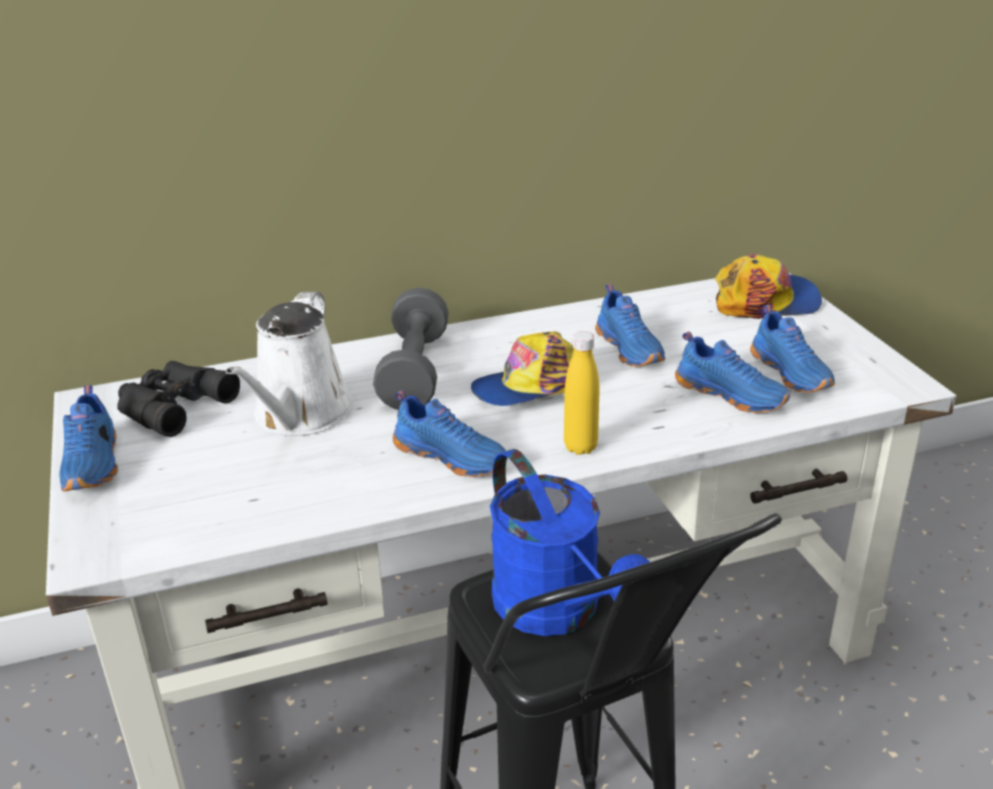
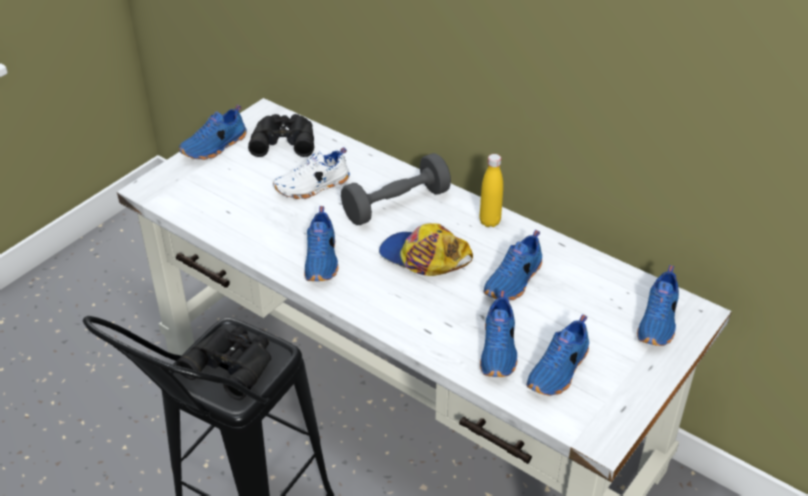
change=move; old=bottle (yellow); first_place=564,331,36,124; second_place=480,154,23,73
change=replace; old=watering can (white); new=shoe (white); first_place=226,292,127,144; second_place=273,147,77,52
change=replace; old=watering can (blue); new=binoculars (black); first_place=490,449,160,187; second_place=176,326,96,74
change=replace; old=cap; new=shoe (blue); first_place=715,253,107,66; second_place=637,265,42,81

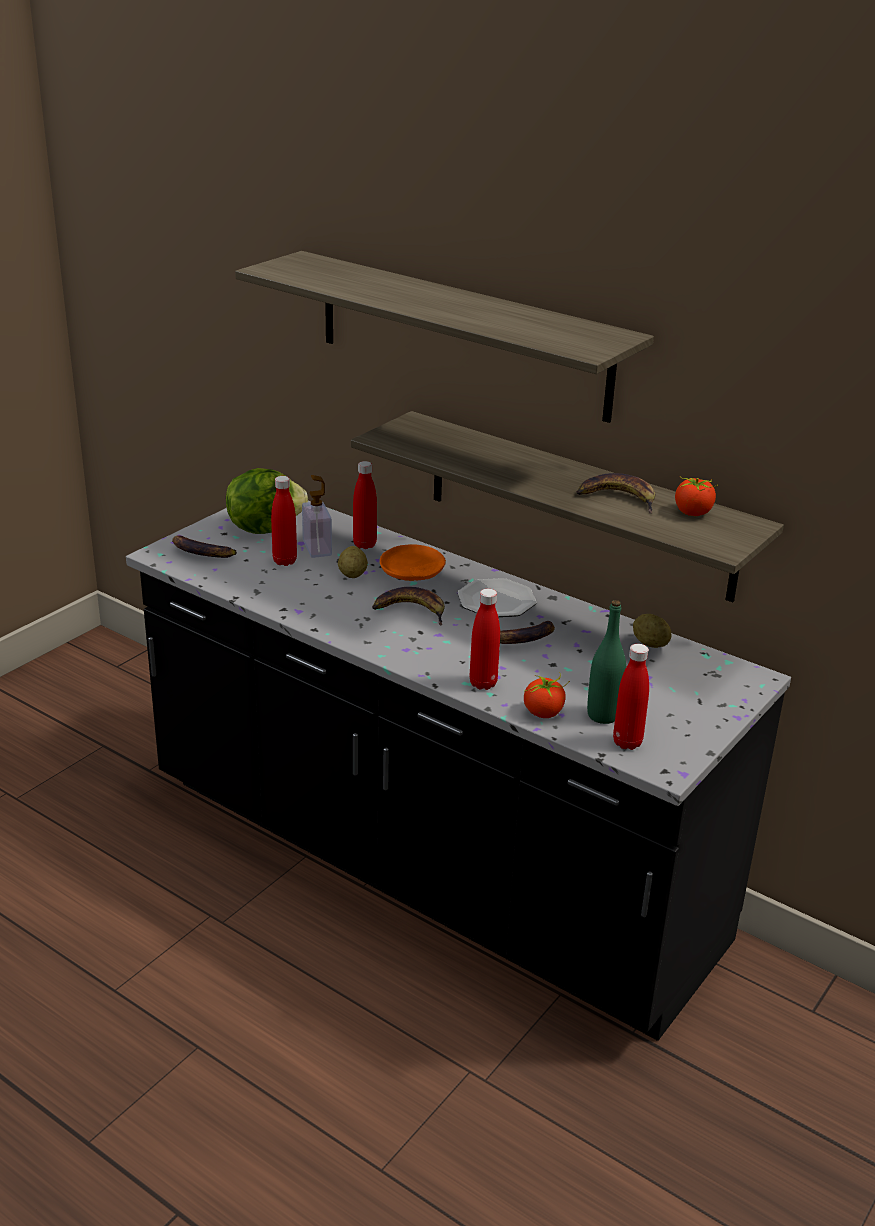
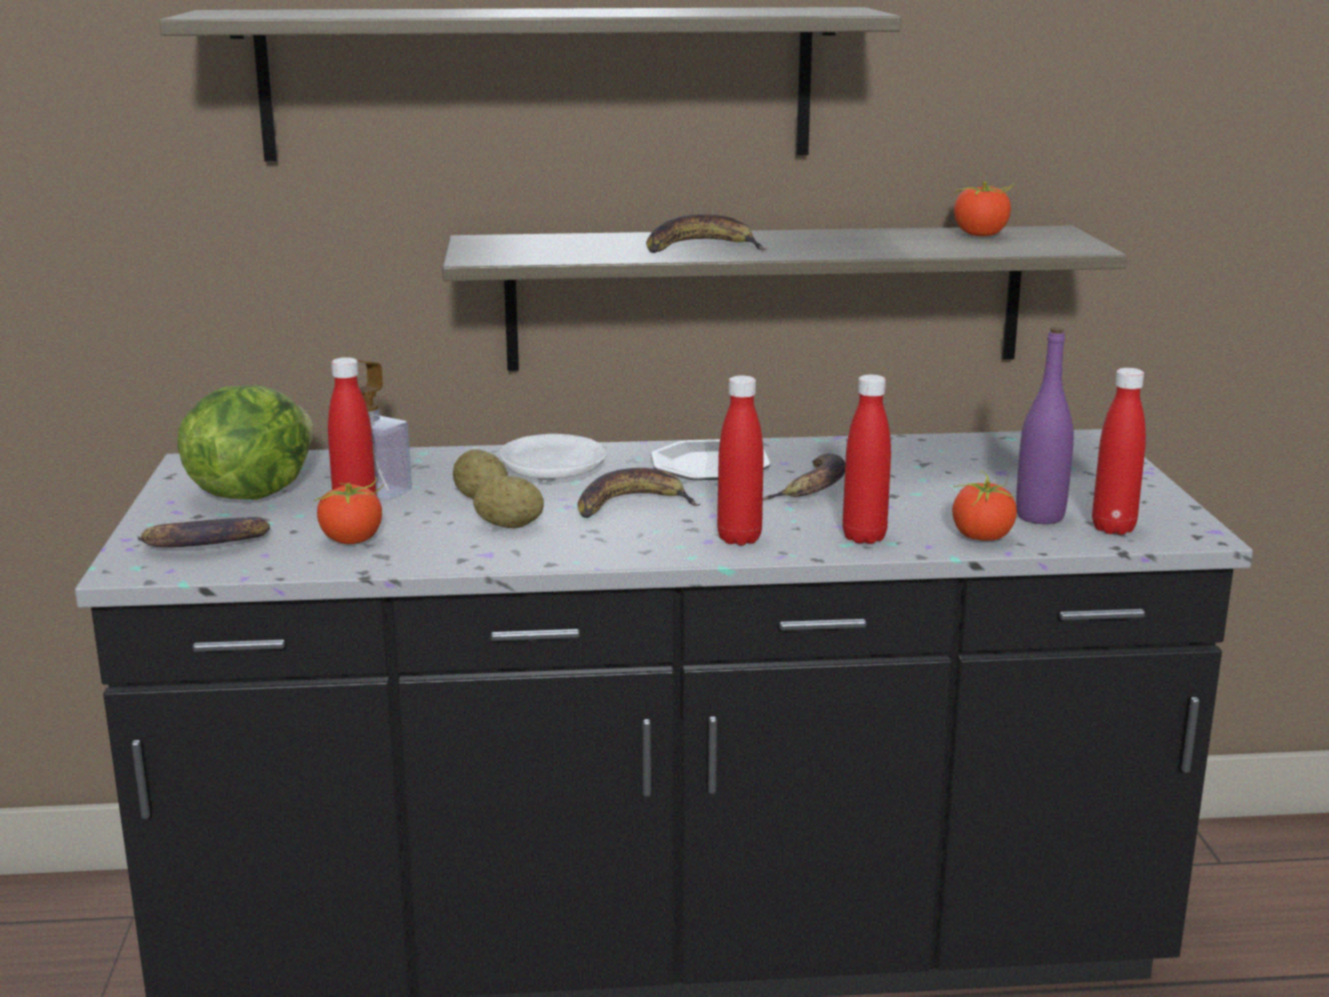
change=insert; new=tomato; second_place=313,477,71,67
change=move; old=bottle (red); first_place=353,461,24,88; second_place=717,376,46,170
change=move; old=banana; first_place=577,473,78,41; second_place=646,214,122,39
change=move; old=potato; first_place=633,614,38,34; second_place=473,476,71,52
change=recolor; old=plate (orange); new=plate (white); first_place=380,544,66,37; second_place=499,434,108,48
change=recolor; old=bottle (green); new=bottle (purple); first_place=587,600,39,124; second_place=1016,327,58,197

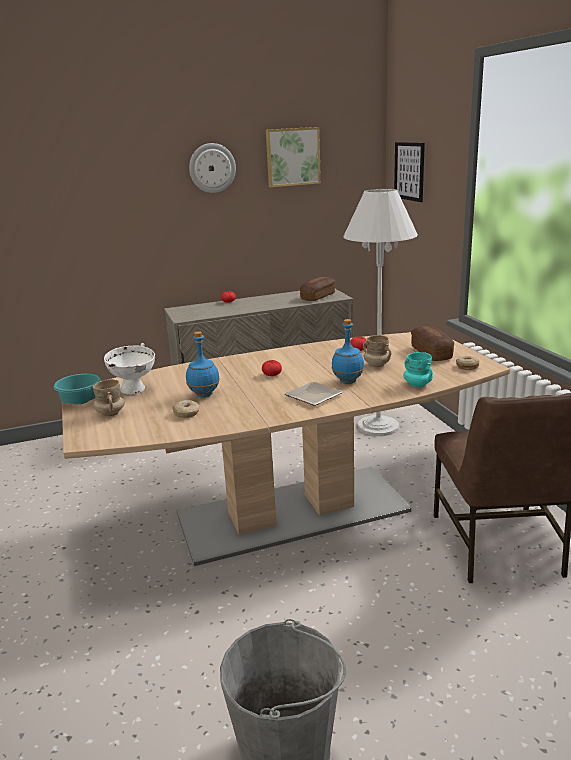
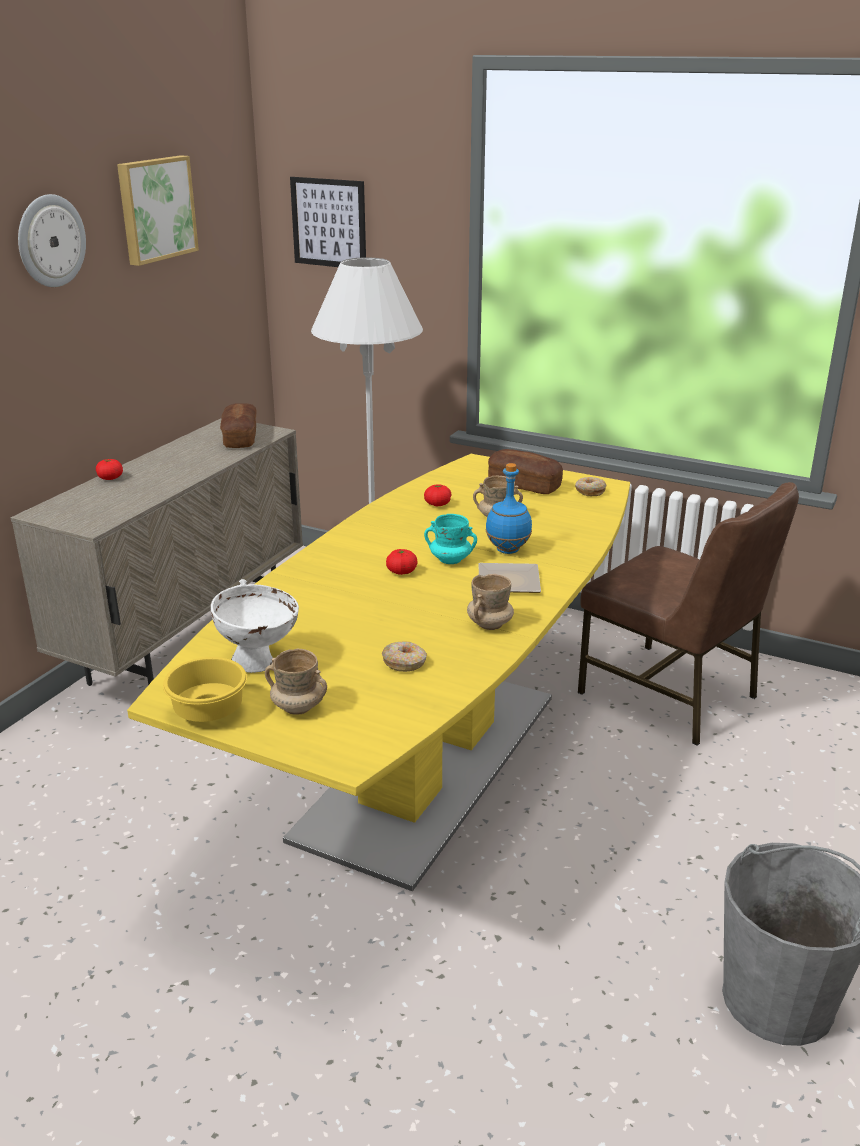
change=delete; old=bottle (blue); first_place=186,331,34,67
change=insert; new=mug (beige); second_place=467,574,47,56
change=move; old=mug (turquoise); first_place=403,352,30,35; second_place=424,514,53,50
change=recolor; old=bowl (turquoise); new=bowl (yellow); first_place=54,374,47,31; second_place=163,657,84,65
change=recolor; old=dining table (brown); new=dining table (yellow); first_place=62,332,448,234; second_place=127,454,503,438

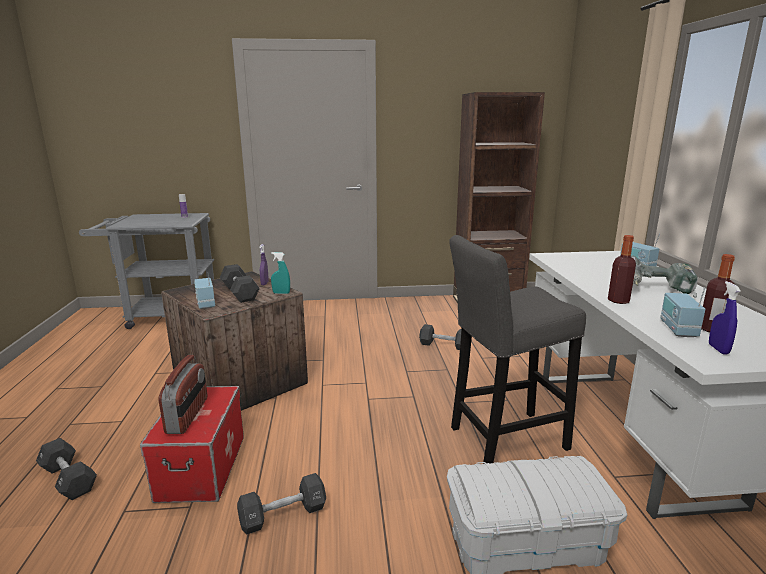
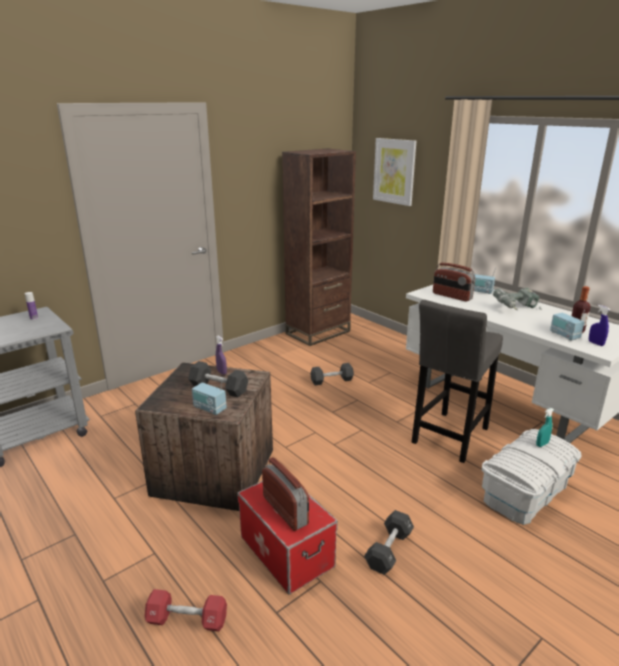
change=delete; old=bottle; first_place=608,235,28,69
change=insert; new=picture; second_place=373,138,43,68
change=insert; new=radio; second_place=433,263,43,39
change=move; old=spray bottle (turquoise); first_place=271,252,19,42; second_place=536,408,18,39
change=recolor; old=dumbbell (black); new=dumbbell (red); first_place=36,438,61,62; second_place=145,589,82,42

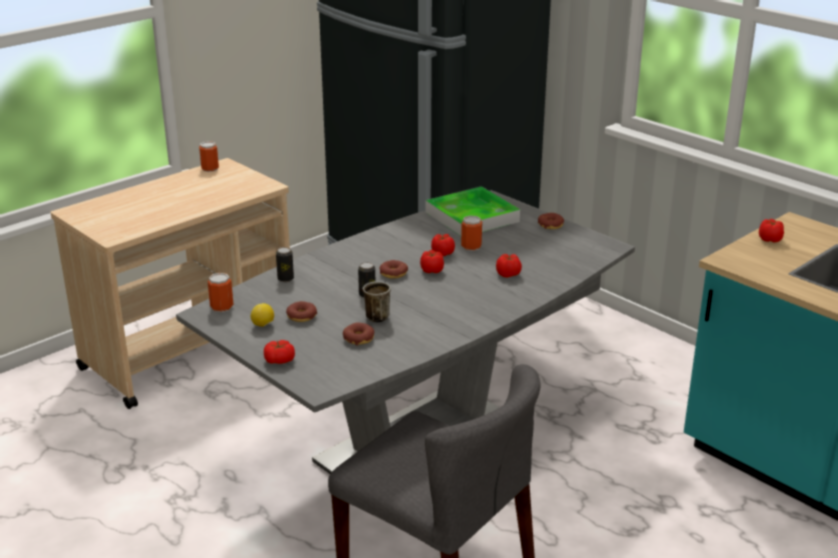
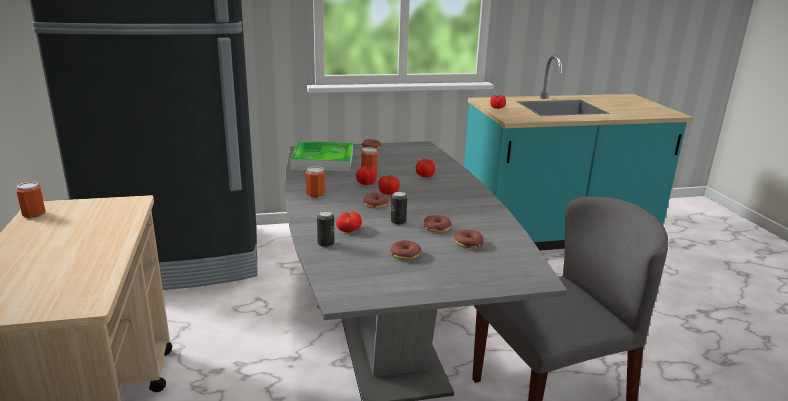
change=delete; old=lemon; first_place=251,303,23,24
change=move; old=can; first_place=208,273,26,39; second_place=306,166,19,32
change=move; old=tomato; first_place=264,340,31,24; second_place=336,212,26,21
change=replace; old=mug; new=donut; first_place=363,281,28,42; second_place=424,215,28,18

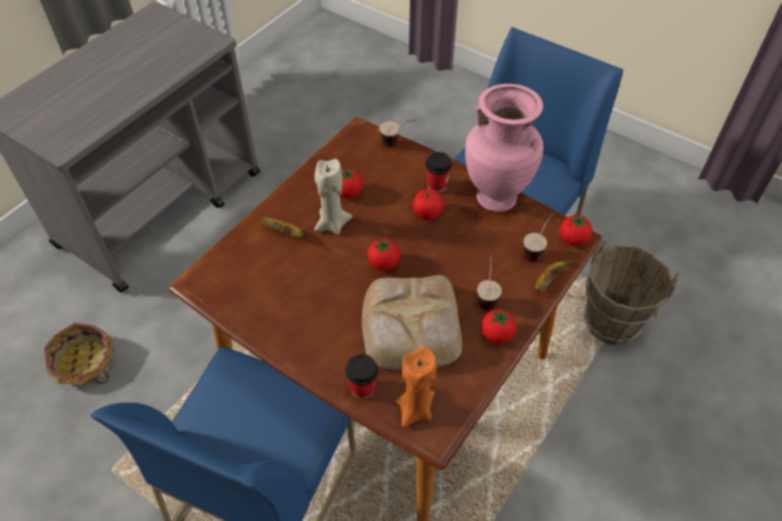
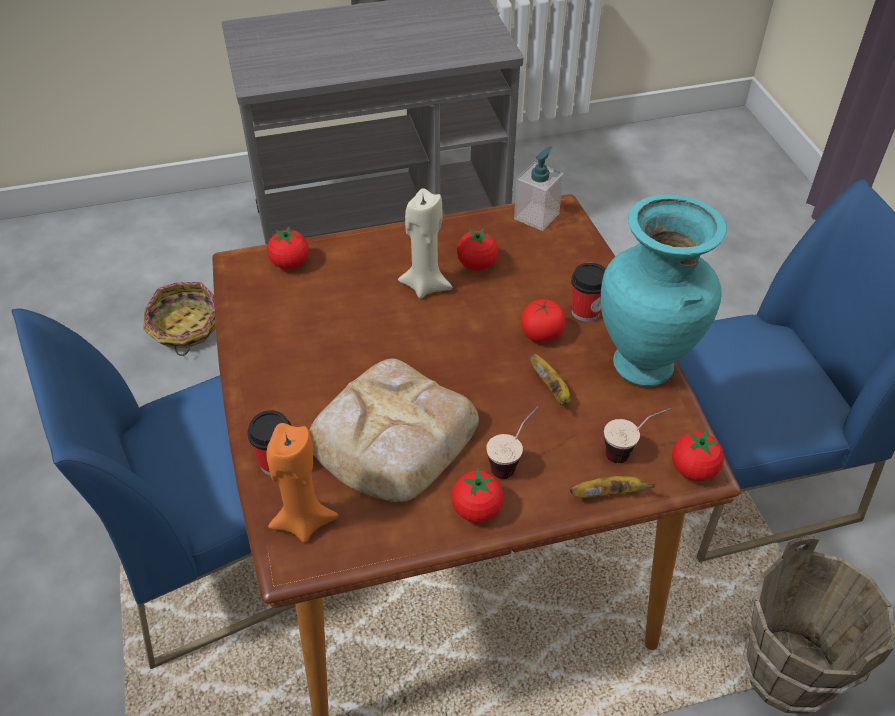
change=delete; old=cup; first_place=379,119,38,28
change=insert; new=soap dispenser; second_place=514,146,50,85
change=move; old=banana; first_place=261,218,42,20; second_place=530,354,41,51
change=move; old=tomato; first_place=367,238,33,33; second_place=267,227,42,42
change=recolor; old=vase (pink); new=vase (turquoise); first_place=465,84,79,128; second_place=601,194,126,192

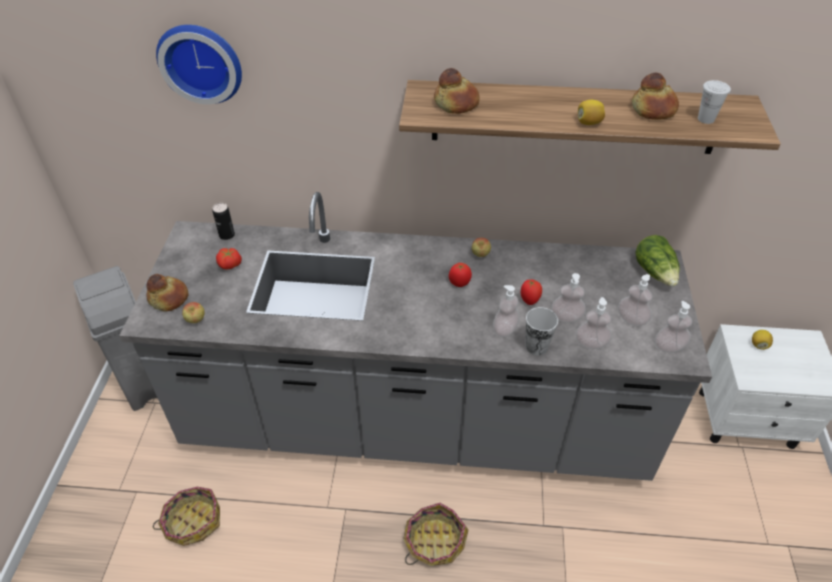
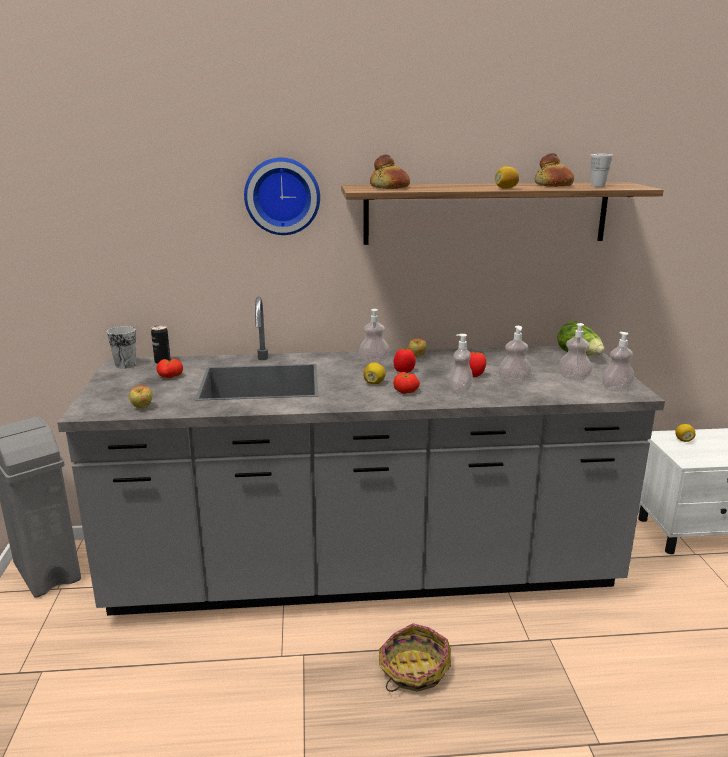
change=delete; old=bread; first_place=146,274,43,38
change=delete; old=basket; first_place=153,487,67,59
change=insert; new=lemon; second_place=363,363,23,22
change=insert; new=tomato; second_place=393,372,27,22
change=move; old=wall clock; first_place=156,25,86,79; second_place=244,158,76,77
change=move; old=cup; first_place=525,307,33,49; second_place=107,326,29,43
change=move; old=soap dispenser; first_place=576,297,36,52; second_place=359,309,30,54

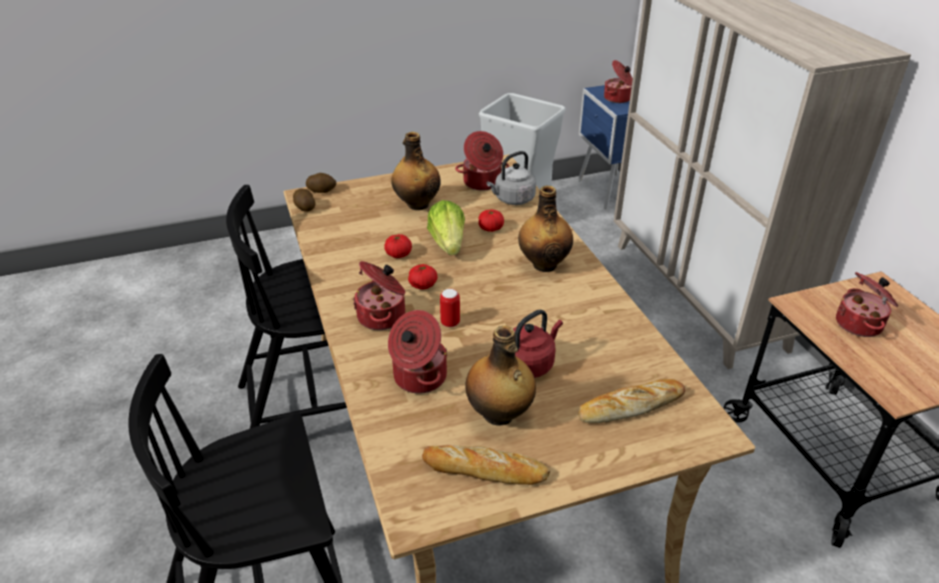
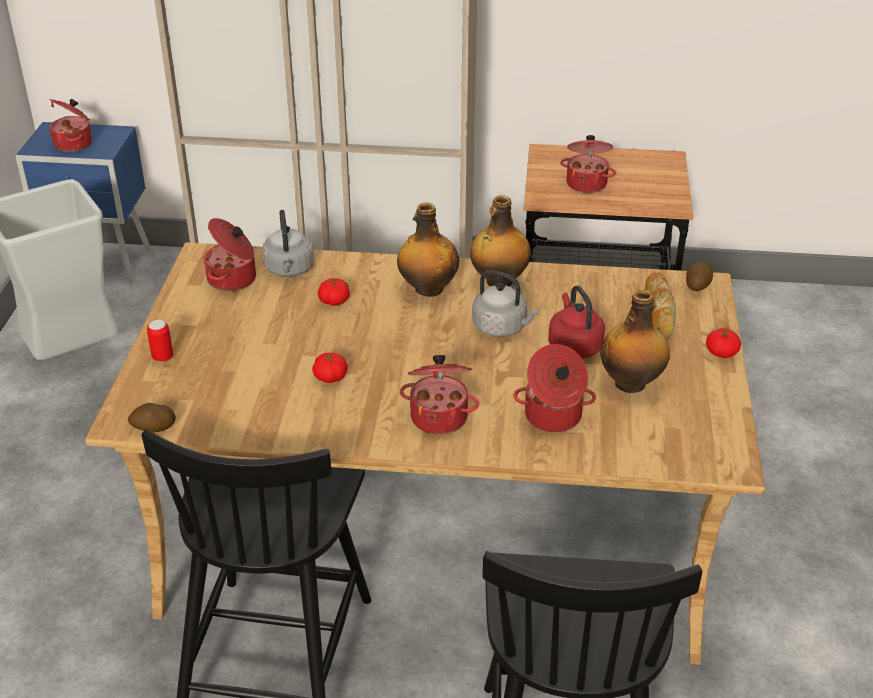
change=delete; old=bread; first_place=422,445,128,40
change=delete; old=lettuce; first_place=427,200,38,55
change=insert; new=kettle (grey); second_place=472,270,67,67
change=move; old=potato; first_place=306,173,30,20; second_place=686,261,27,30
change=move; old=bottle; first_place=391,132,50,78; second_place=470,195,61,91
change=move; old=tomato; first_place=408,264,30,26; second_place=706,328,35,30
change=move; old=can; first_place=440,289,20,38; second_place=147,320,26,42

